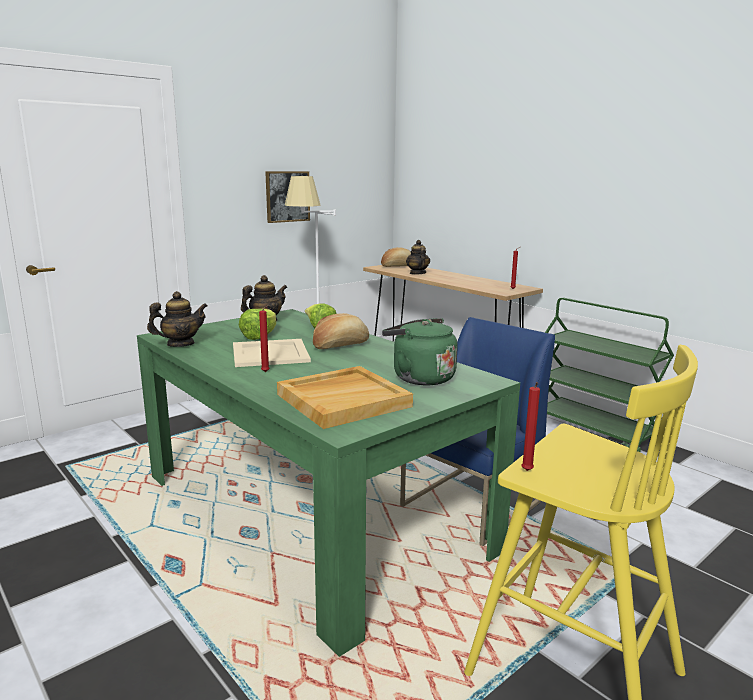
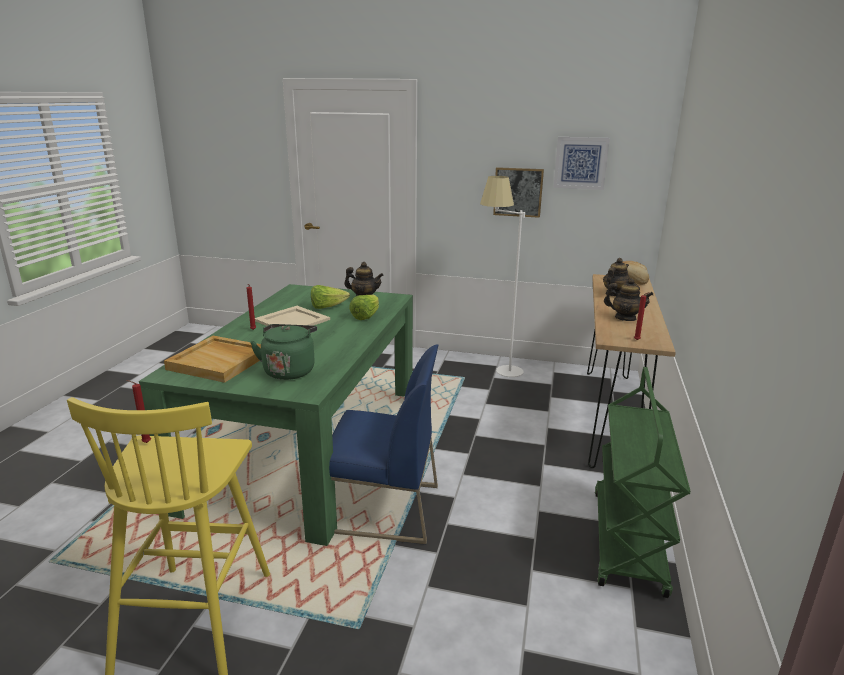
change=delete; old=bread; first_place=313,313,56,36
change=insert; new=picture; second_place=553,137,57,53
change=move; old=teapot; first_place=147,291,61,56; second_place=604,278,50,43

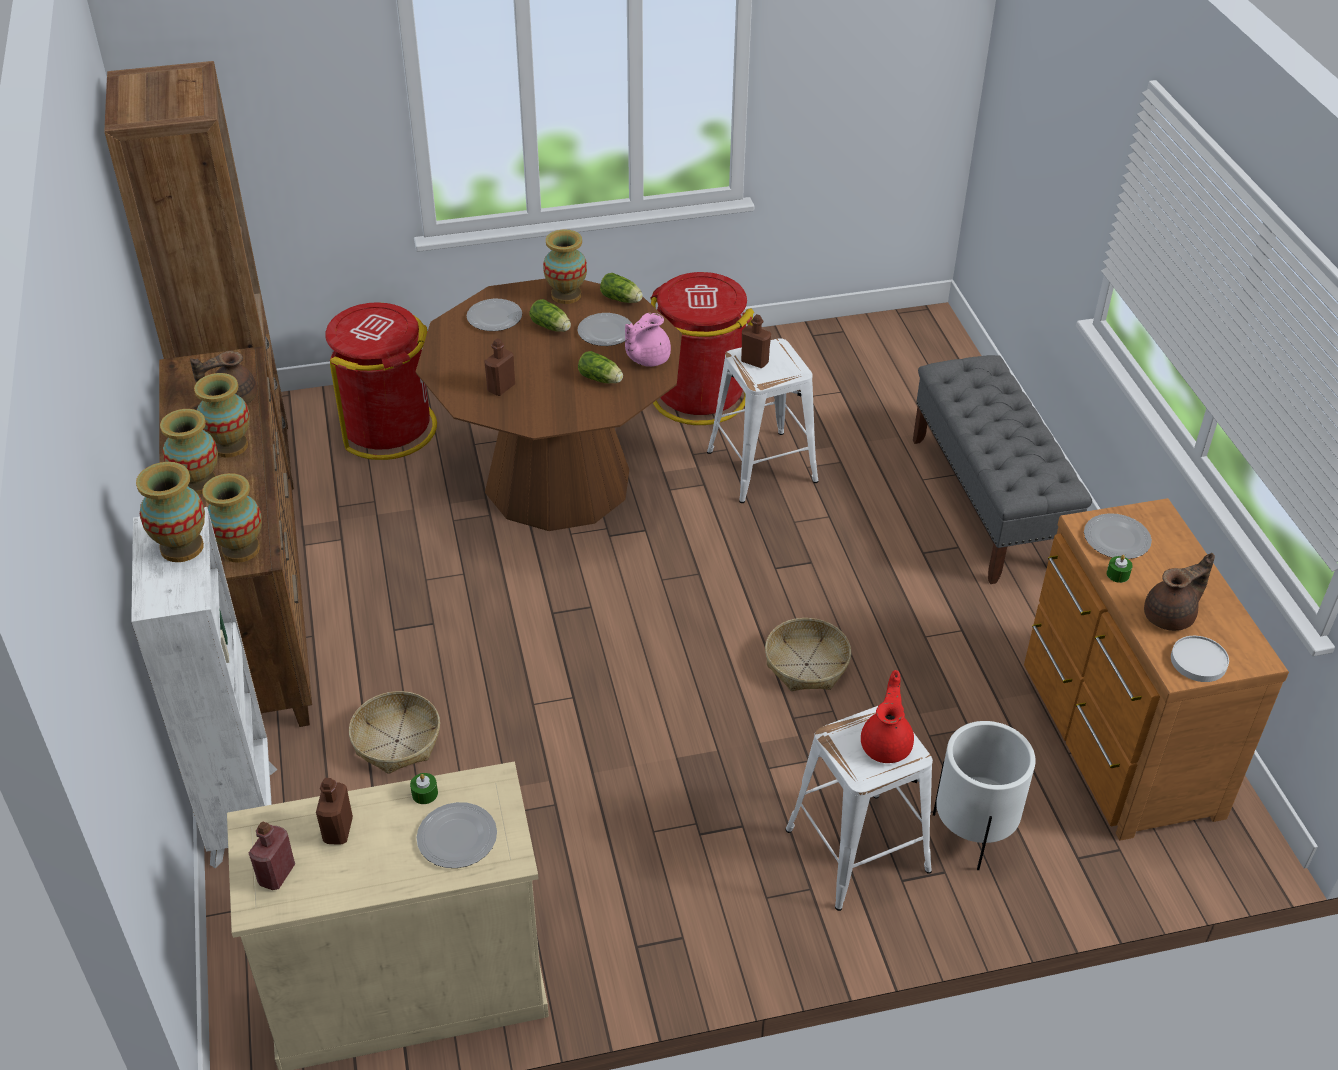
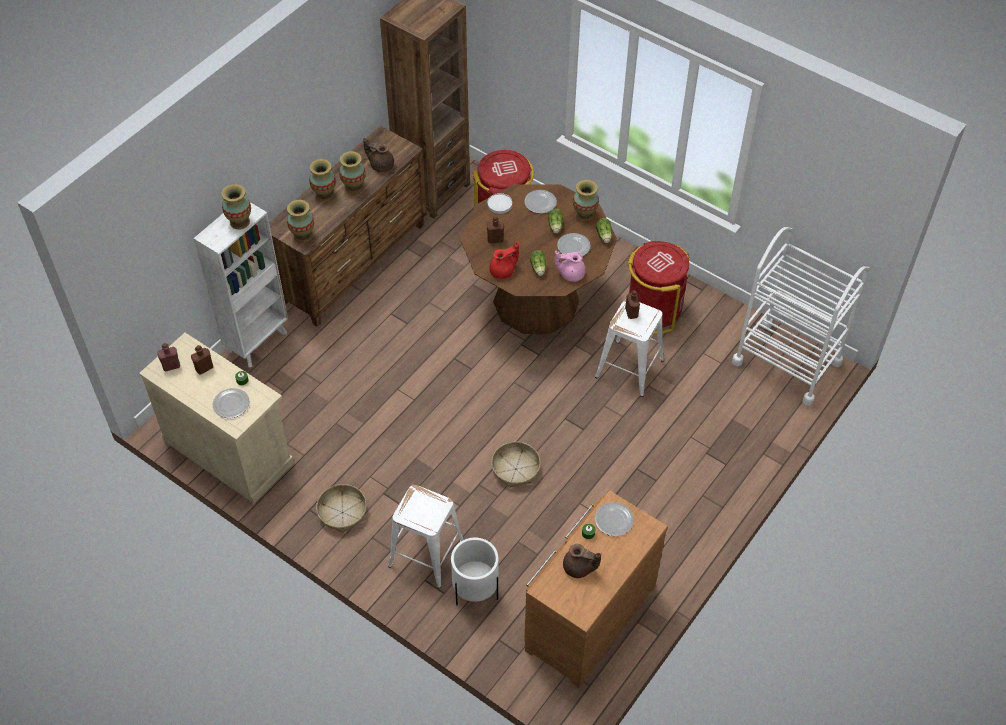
change=delete; old=bench (grey); first_place=913,355,179,229
change=insert; new=cart (white); second_place=732,227,138,179
change=move; old=basket; first_place=349,691,91,83; second_place=316,484,51,49
change=move; old=teapot (red); first_place=861,670,53,93; second_place=489,242,30,37
change=move; old=plate (white); first_place=1171,636,58,46; second_place=488,193,24,21

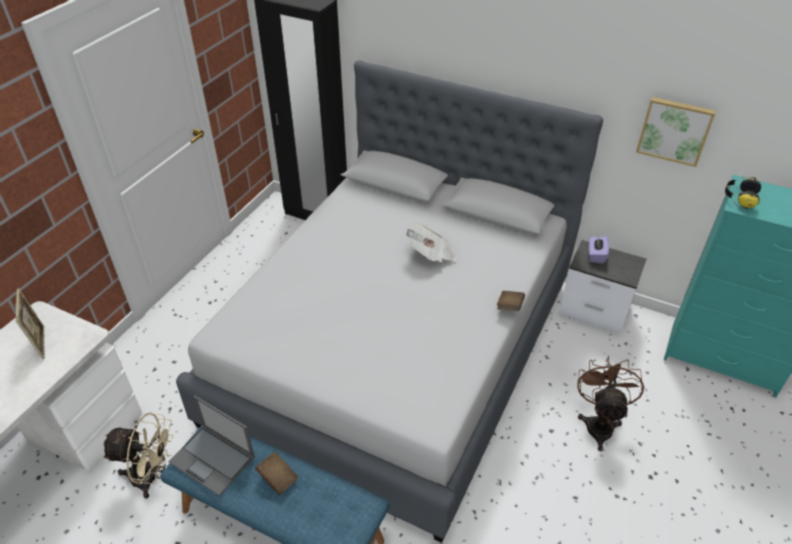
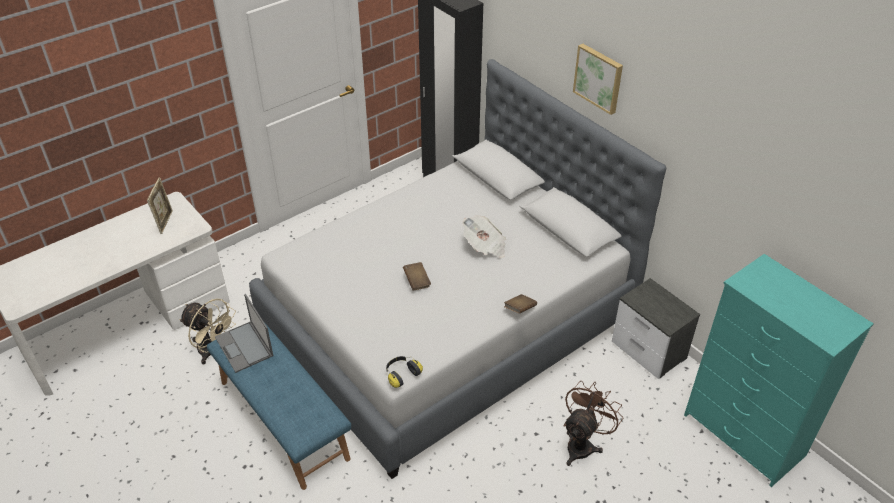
change=delete; old=tissue box (purple); first_place=589,236,20,28
change=move; old=book (brown); first_place=255,452,43,43; second_place=403,262,28,28
change=move; old=picture; first_place=636,97,80,70; second_place=573,44,50,71
change=move; old=headphones; first_place=725,176,36,33; second_place=386,356,37,32

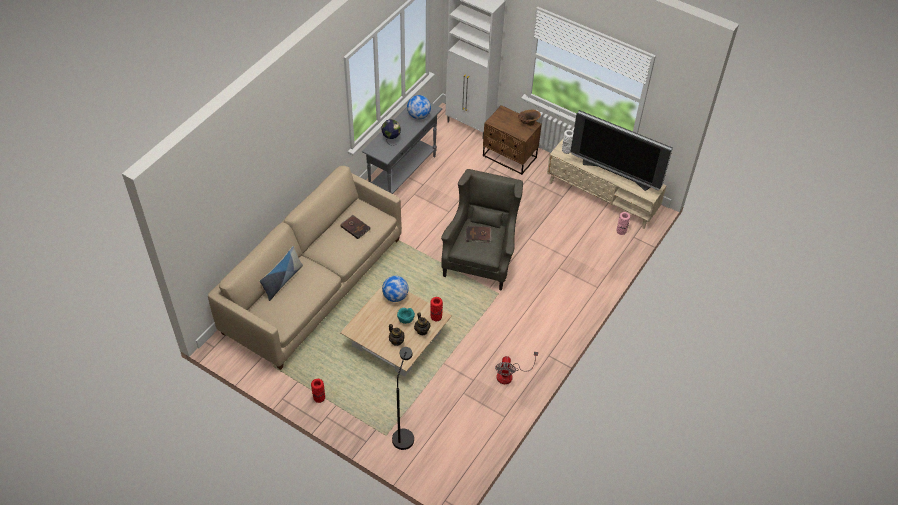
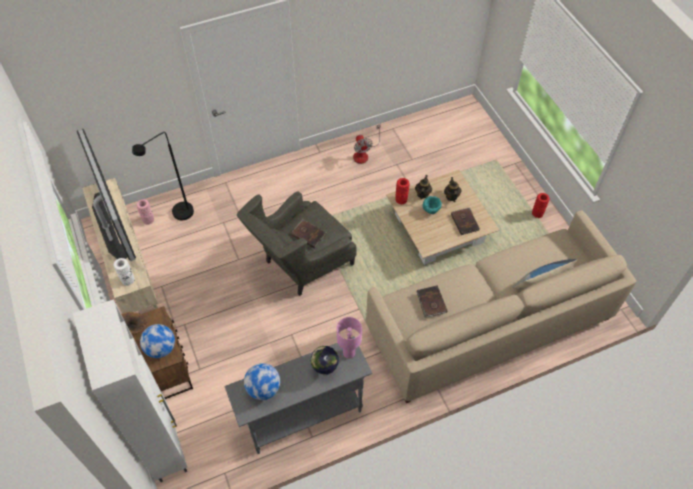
change=insert; new=table lamp (pink); second_place=337,317,25,42
change=insert; new=book (brown); second_place=451,208,29,27
change=move; old=globe; first_place=382,276,27,26; second_place=140,324,35,34
change=move; old=floor lamp (black); first_place=392,347,22,103; second_place=132,132,62,88
change=rotate; old=fan; first_place=495,352,43,32; second_place=353,124,28,40; degrees=120

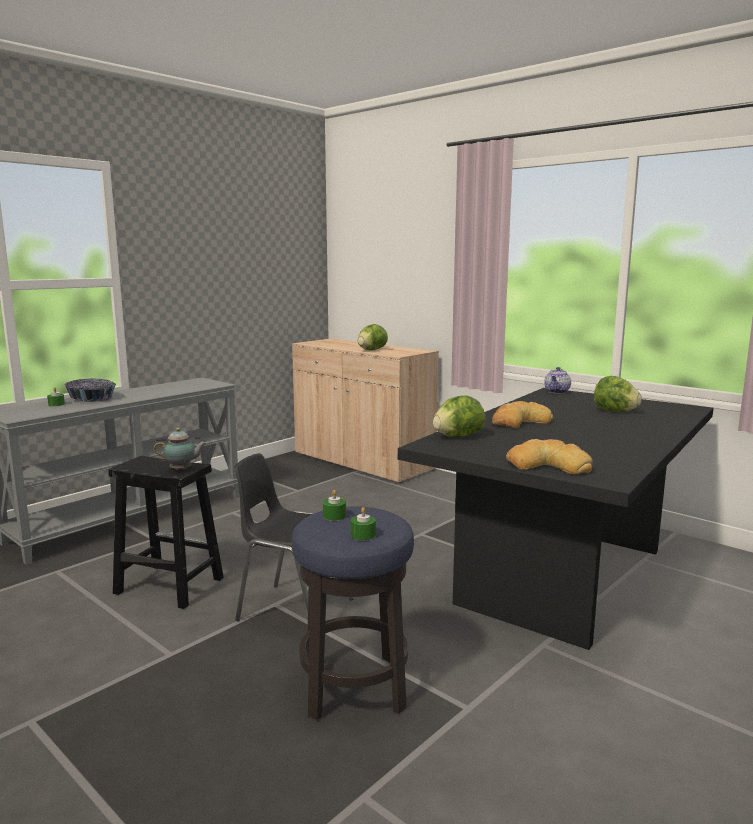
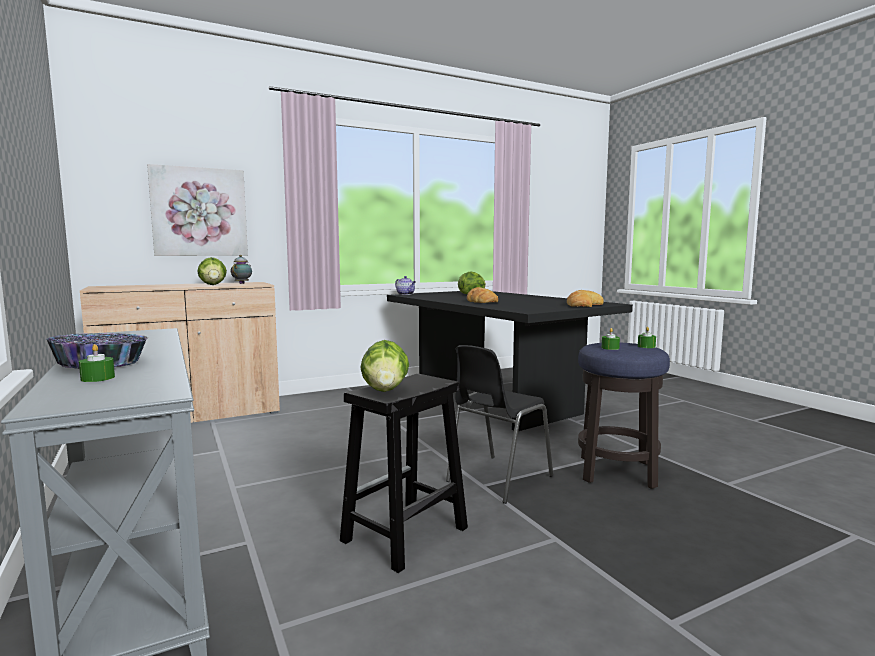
change=insert; new=picture; second_place=147,164,101,92
change=move; old=teapot; first_place=153,428,54,42; second_place=230,255,22,29
change=move; old=lettuce; first_place=433,395,52,42; second_place=360,340,49,52

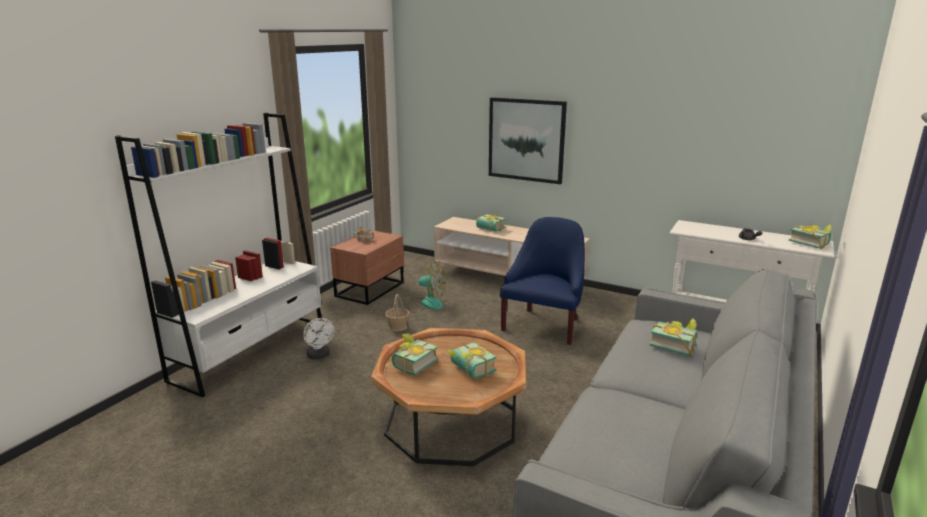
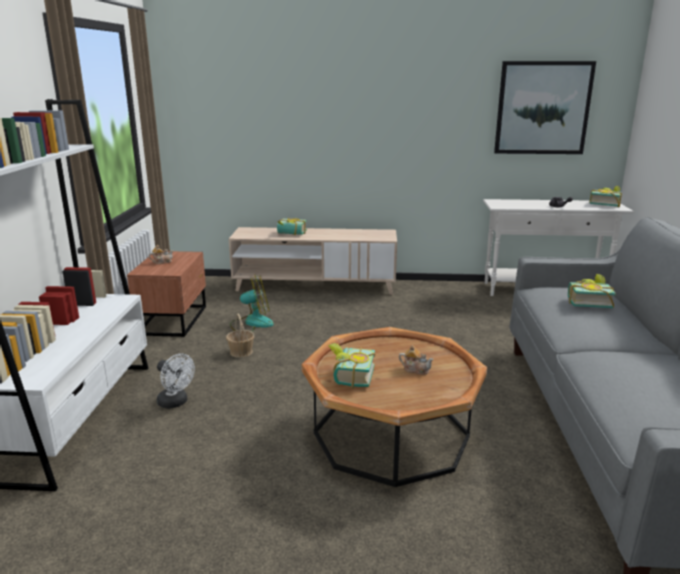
change=delete; old=armchair (blue); first_place=500,217,85,128
change=move; old=picture; first_place=489,97,78,87; second_place=494,61,102,93
change=replace; old=book; new=teapot; first_place=447,342,49,37; second_place=399,345,35,30

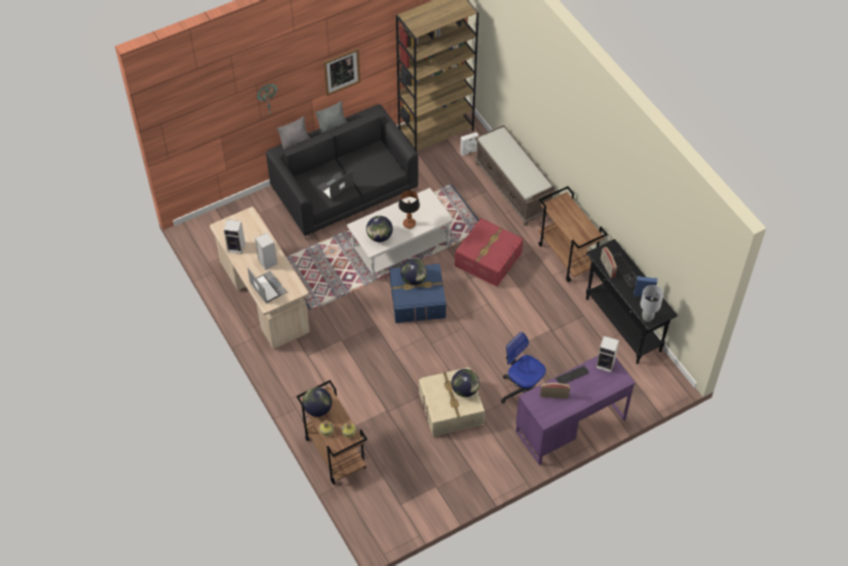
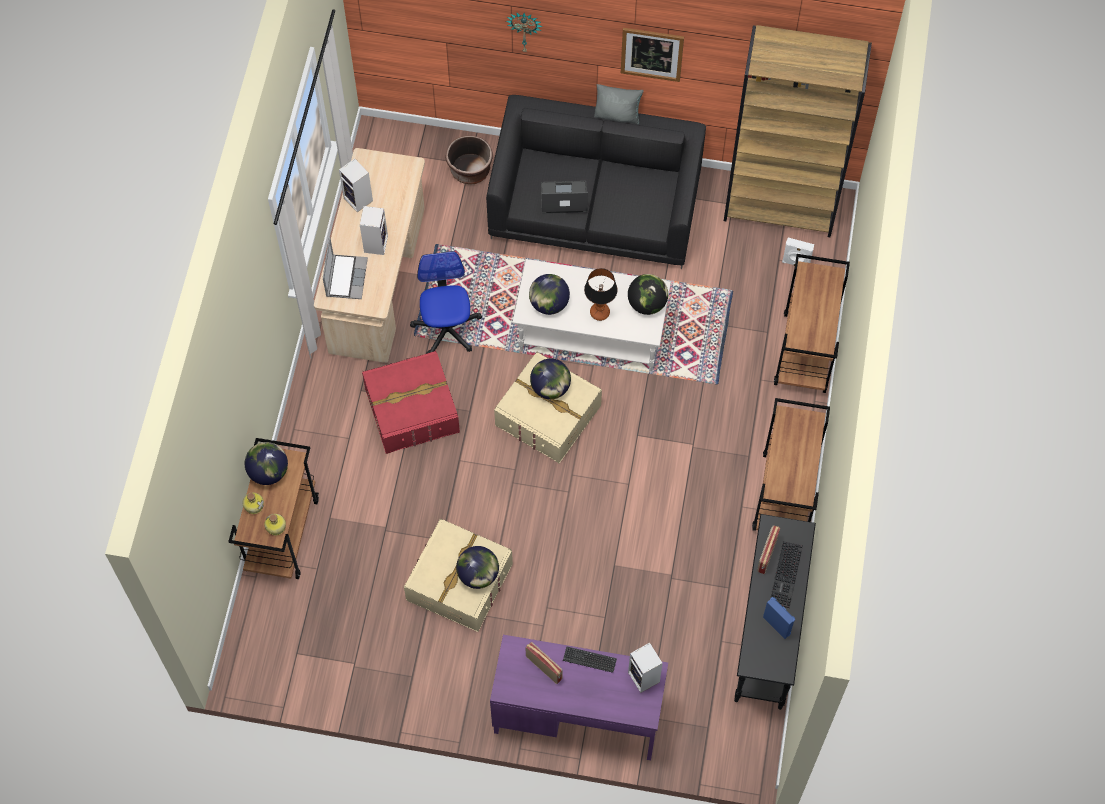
change=delete; old=pillow (grey); first_place=277,116,33,34
change=delete; old=table lamp (grey); first_place=640,285,24,37
change=insert; new=planter (brown); second_place=445,136,48,49
change=insert; new=globe; second_place=628,274,40,41
change=move; old=storage box (red); first_place=455,218,68,69; second_place=362,350,98,104
change=move; old=office chair; first_place=501,332,45,71; second_place=410,251,72,103
change=replace; old=bench (brown); new=cart (brown); first_place=474,125,82,101; second_place=774,254,76,139
change=recolor; old=storage box (blue); new=storage box (beige); first_place=390,263,56,60; second_place=494,351,108,113

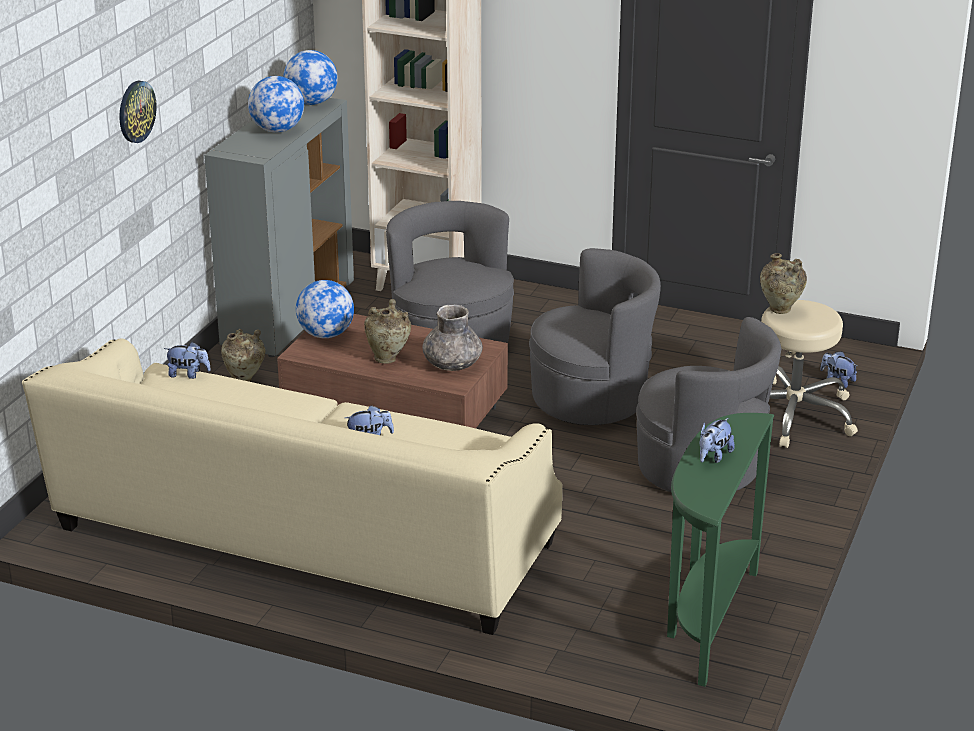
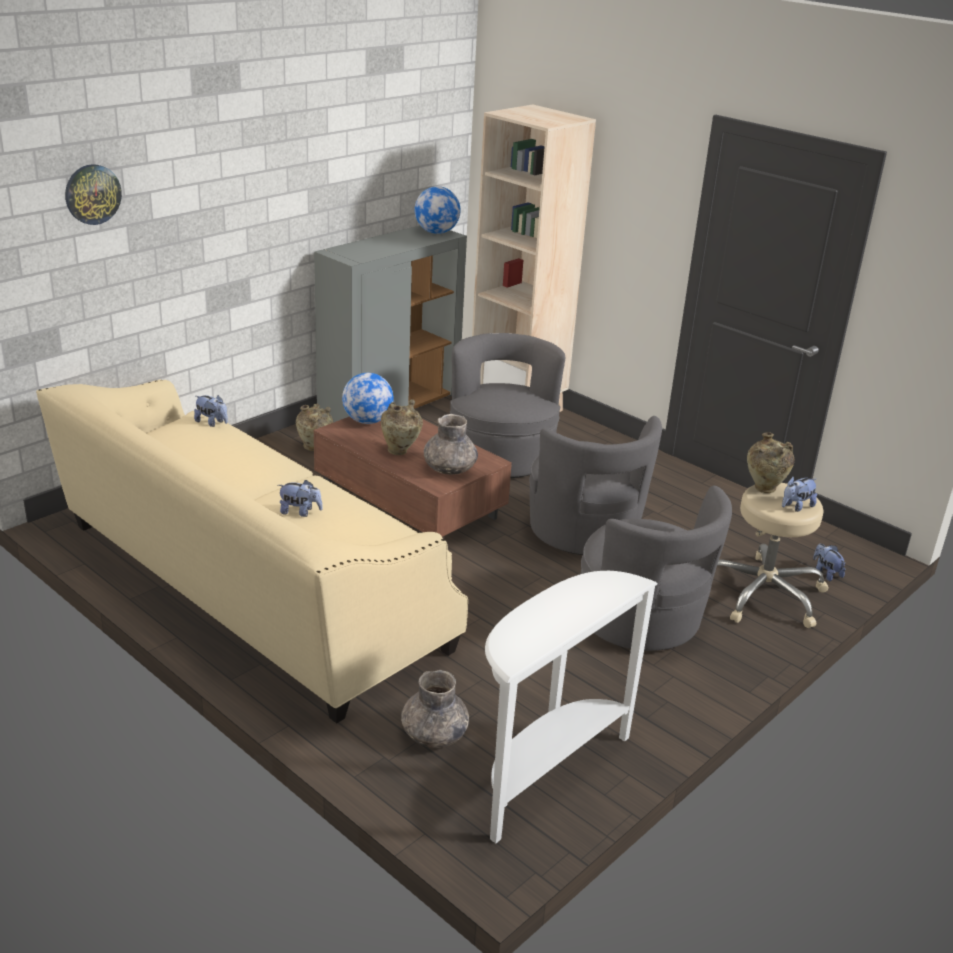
change=delete; old=globe; first_place=248,76,56,57
change=insert; new=vase (grey); second_place=401,670,68,78
change=move; old=wall clock; first_place=119,81,38,62; second_place=65,164,57,61
change=move; old=plush toy; first_place=699,418,36,45; second_place=782,477,35,35
change=recolor; old=console table (green); new=console table (white); first_place=667,413,107,274; second_place=485,571,173,273
change=rotate; old=armchair (grey); first_place=529,248,132,177; second_place=529,416,133,139; degrees=60

